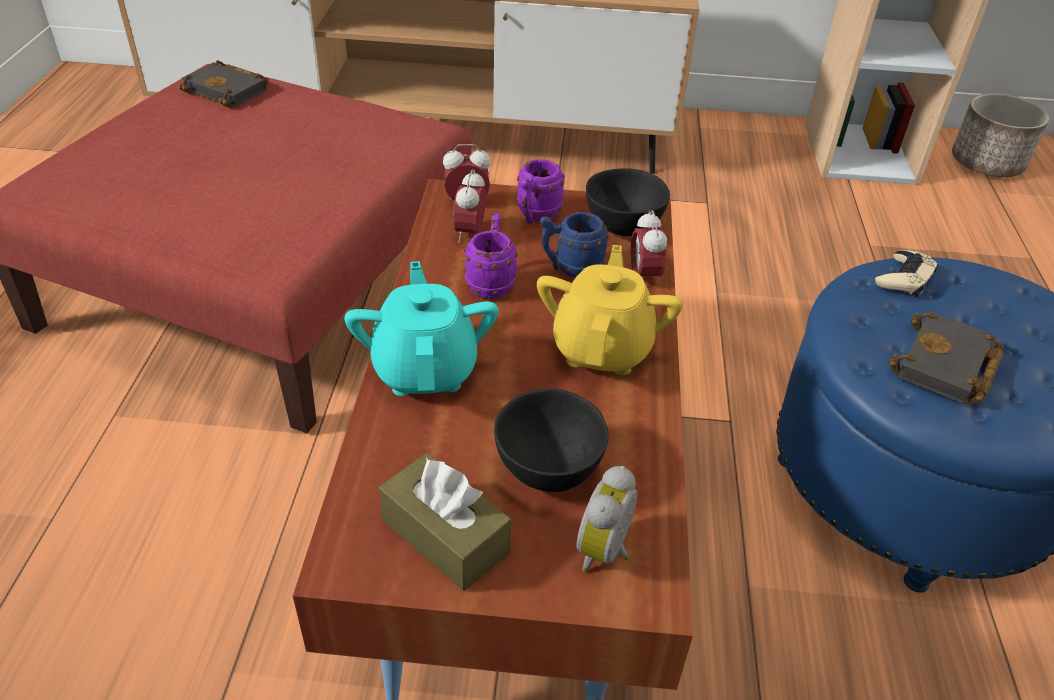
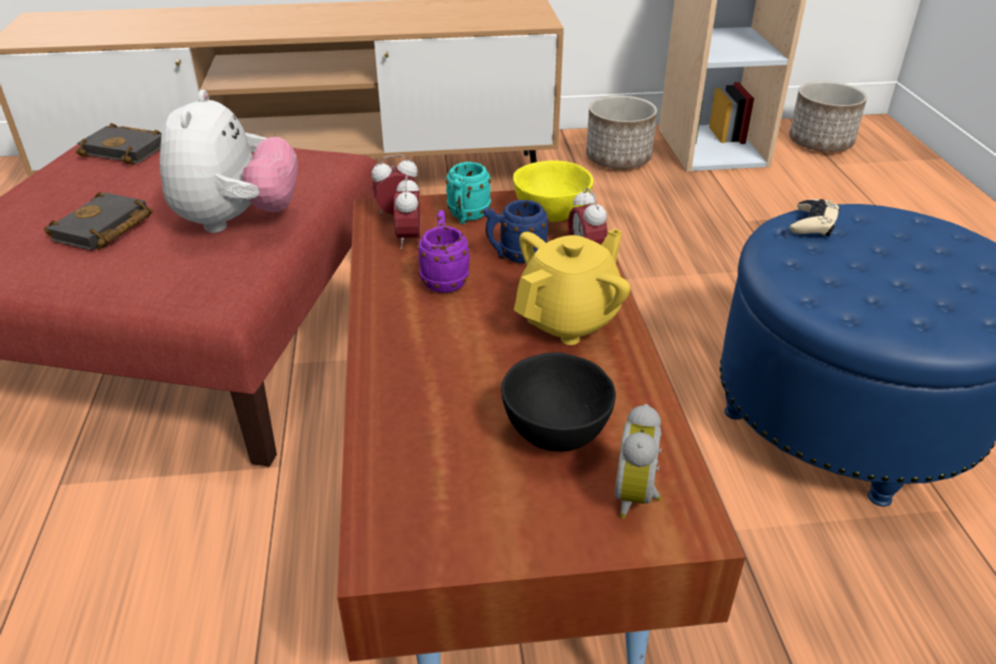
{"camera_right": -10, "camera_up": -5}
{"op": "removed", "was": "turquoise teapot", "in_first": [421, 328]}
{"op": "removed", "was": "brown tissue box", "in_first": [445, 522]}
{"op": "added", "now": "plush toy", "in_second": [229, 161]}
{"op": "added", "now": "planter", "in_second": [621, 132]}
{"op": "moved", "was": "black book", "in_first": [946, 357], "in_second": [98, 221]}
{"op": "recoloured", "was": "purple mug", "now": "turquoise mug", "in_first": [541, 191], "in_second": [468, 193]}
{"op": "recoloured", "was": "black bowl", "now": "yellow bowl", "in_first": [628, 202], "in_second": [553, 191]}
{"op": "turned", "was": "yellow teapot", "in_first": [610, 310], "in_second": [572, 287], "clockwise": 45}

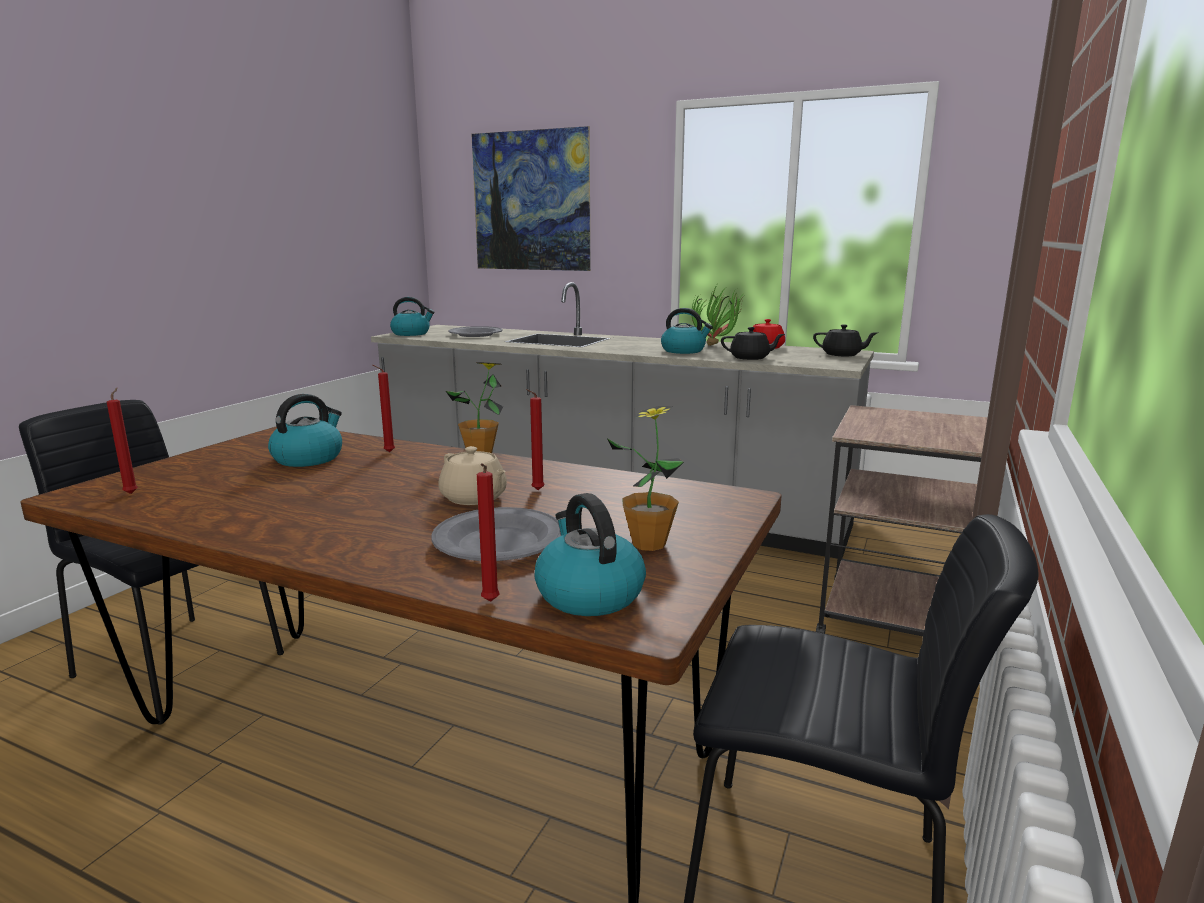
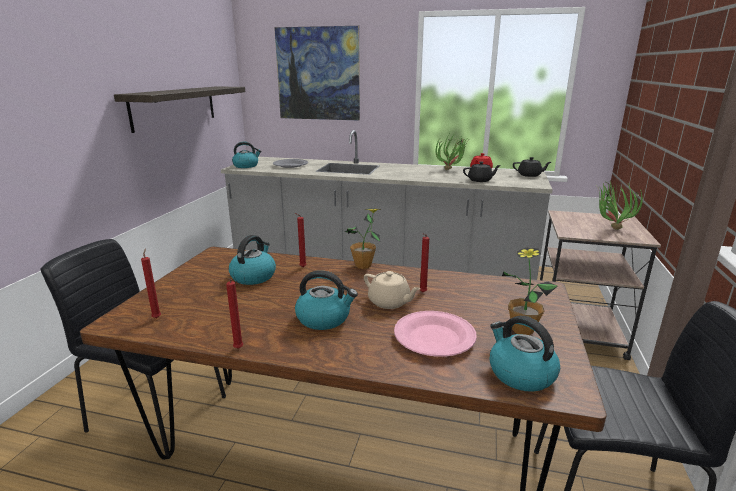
{"camera_right": -10, "camera_up": 5}
{"op": "added", "now": "shelf", "in_second": [179, 109]}
{"op": "added", "now": "potted plant", "in_second": [620, 205]}
{"op": "moved", "was": "red candle", "in_first": [488, 532], "in_second": [234, 314]}
{"op": "moved", "was": "kettle", "in_first": [687, 331], "in_second": [326, 300]}
{"op": "recoloured", "was": "grey plate", "now": "pink plate", "in_first": [496, 534], "in_second": [435, 334]}

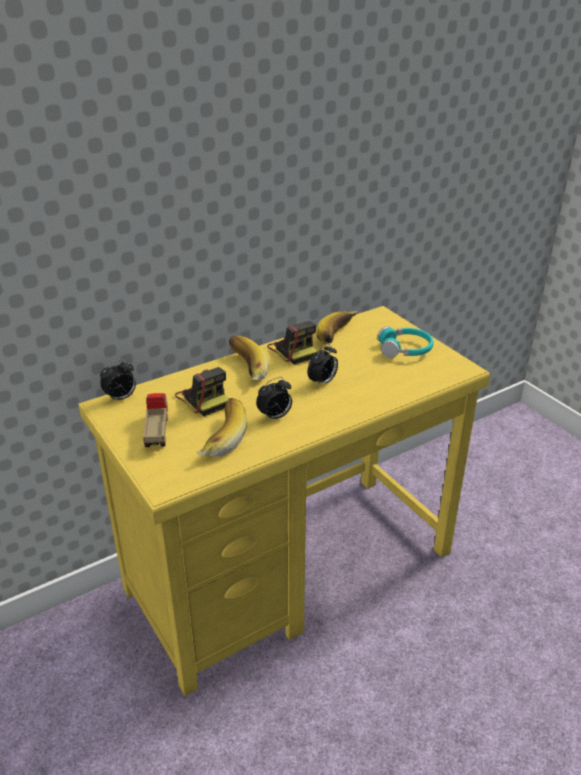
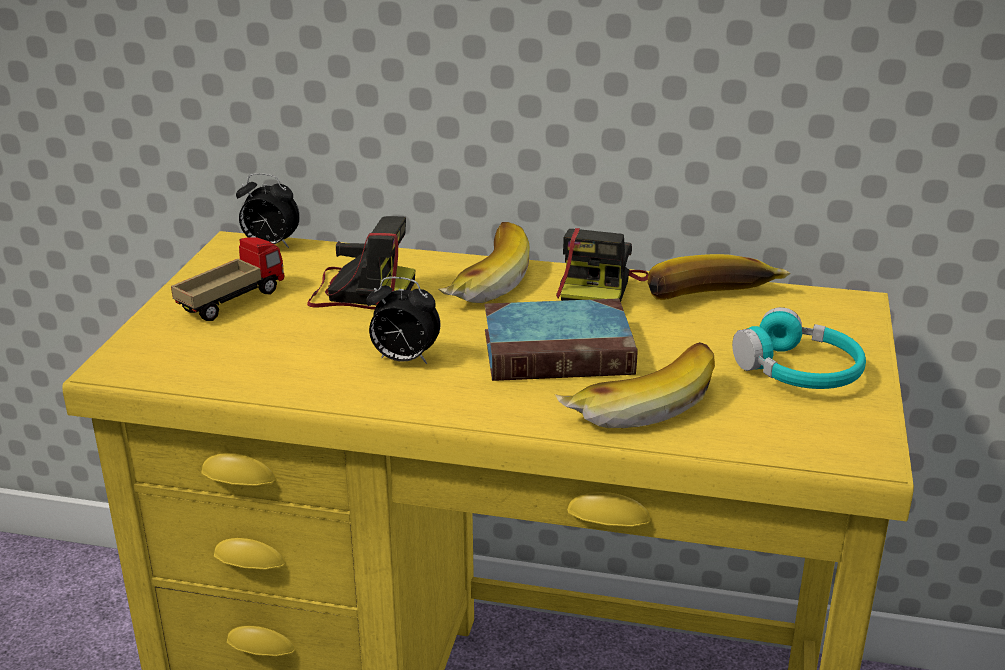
{"camera_right": 45, "camera_up": -5}
{"op": "moved", "was": "banana", "in_first": [221, 427], "in_second": [635, 385]}
{"op": "replaced", "was": "alarm clock", "now": "book", "in_first": [322, 365], "in_second": [561, 340]}
{"op": "turned", "was": "photo camera", "in_first": [201, 391], "in_second": [361, 263], "clockwise": -90}

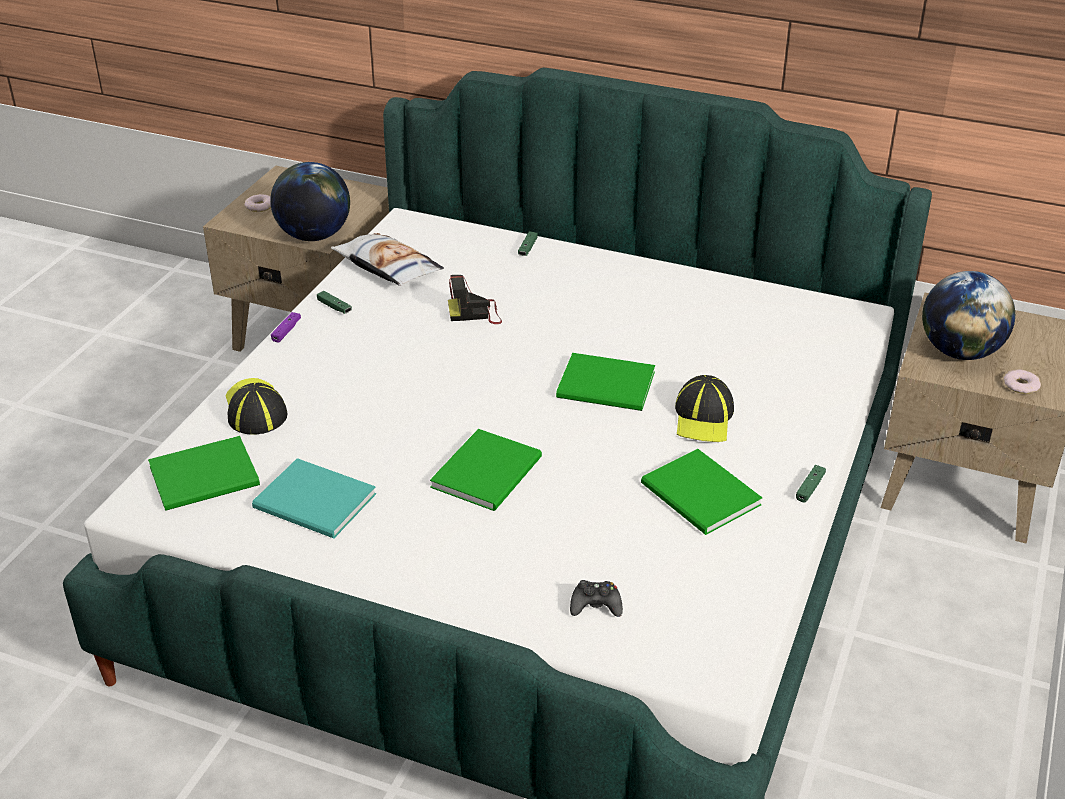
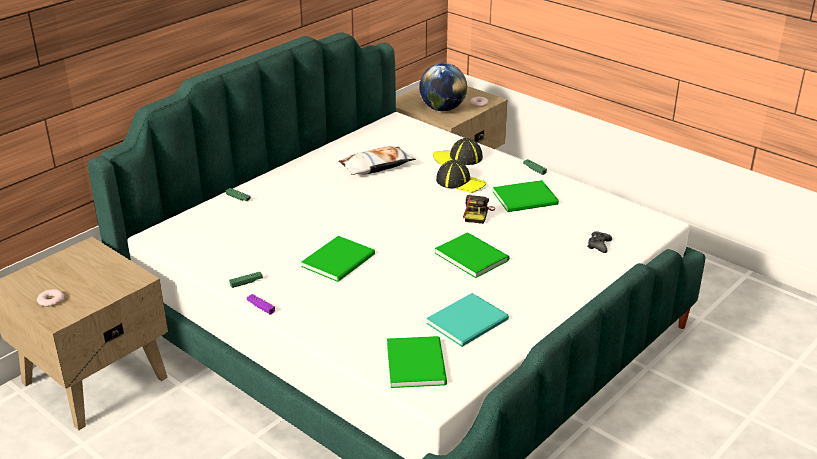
{"camera_right": -70, "camera_up": -5}
{"op": "removed", "was": "globe", "in_first": [310, 201]}
{"op": "moved", "was": "cap", "in_first": [256, 406], "in_second": [458, 151]}
{"op": "moved", "was": "pillow", "in_first": [387, 259], "in_second": [377, 160]}
{"op": "moved", "was": "photo camera", "in_first": [475, 299], "in_second": [479, 209]}
{"op": "moved", "was": "green book", "in_first": [605, 382], "in_second": [338, 259]}

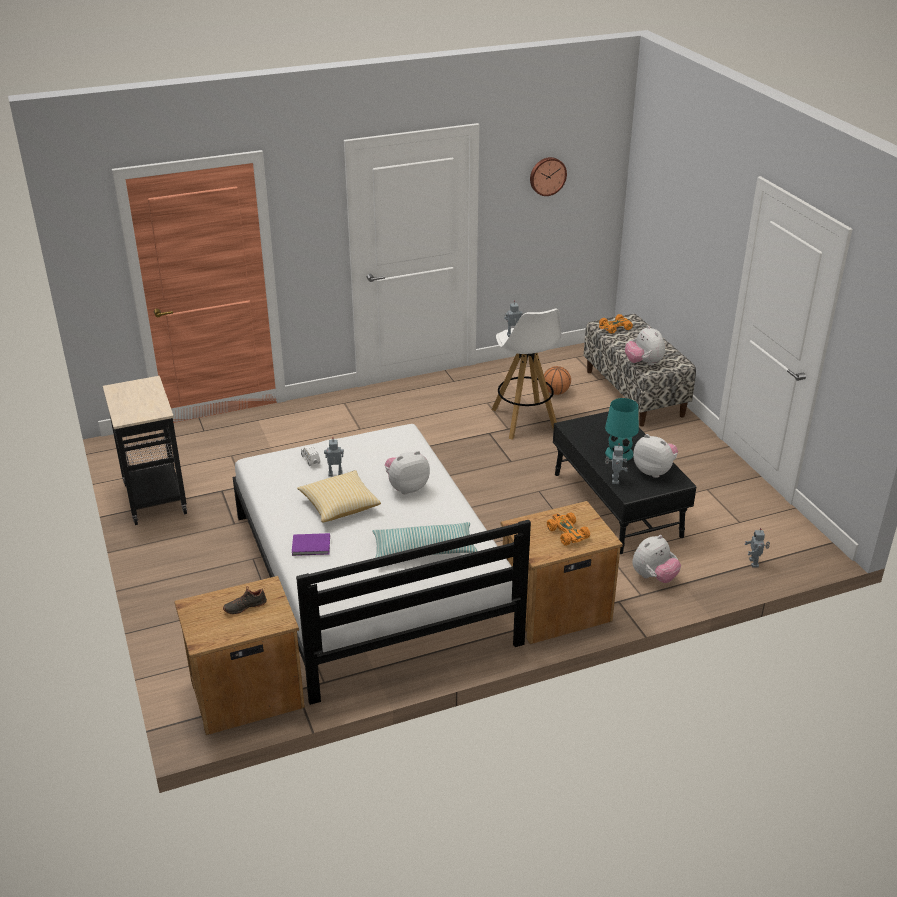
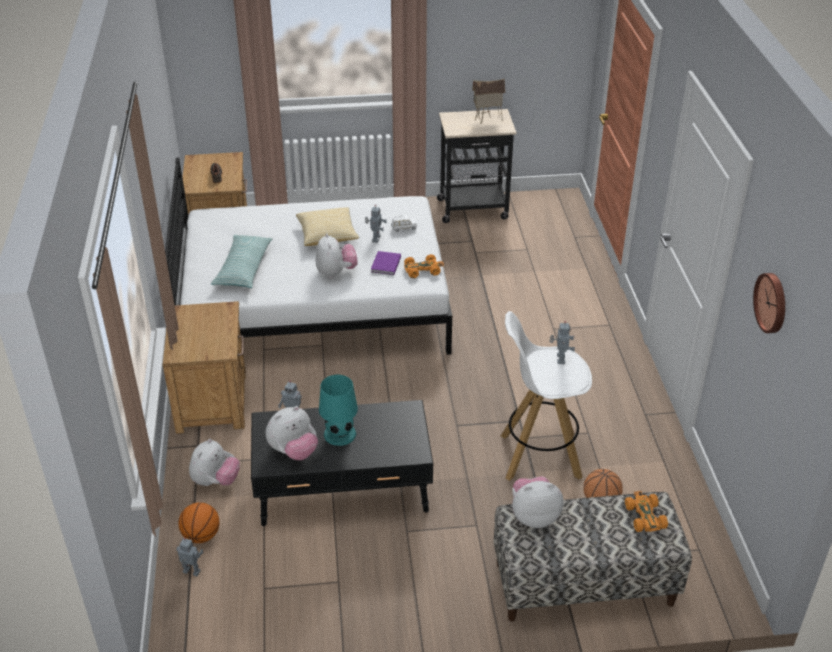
{"camera_right": 105, "camera_up": 5}
{"op": "added", "now": "basketball", "in_second": [199, 522]}
{"op": "added", "now": "toy house", "in_second": [488, 101]}
{"op": "moved", "was": "purple book", "in_first": [311, 544], "in_second": [386, 263]}
{"op": "moved", "was": "orange toy car", "in_first": [568, 529], "in_second": [424, 266]}
{"op": "turned", "was": "plush toy", "in_first": [656, 559], "in_second": [214, 462], "clockwise": -135}

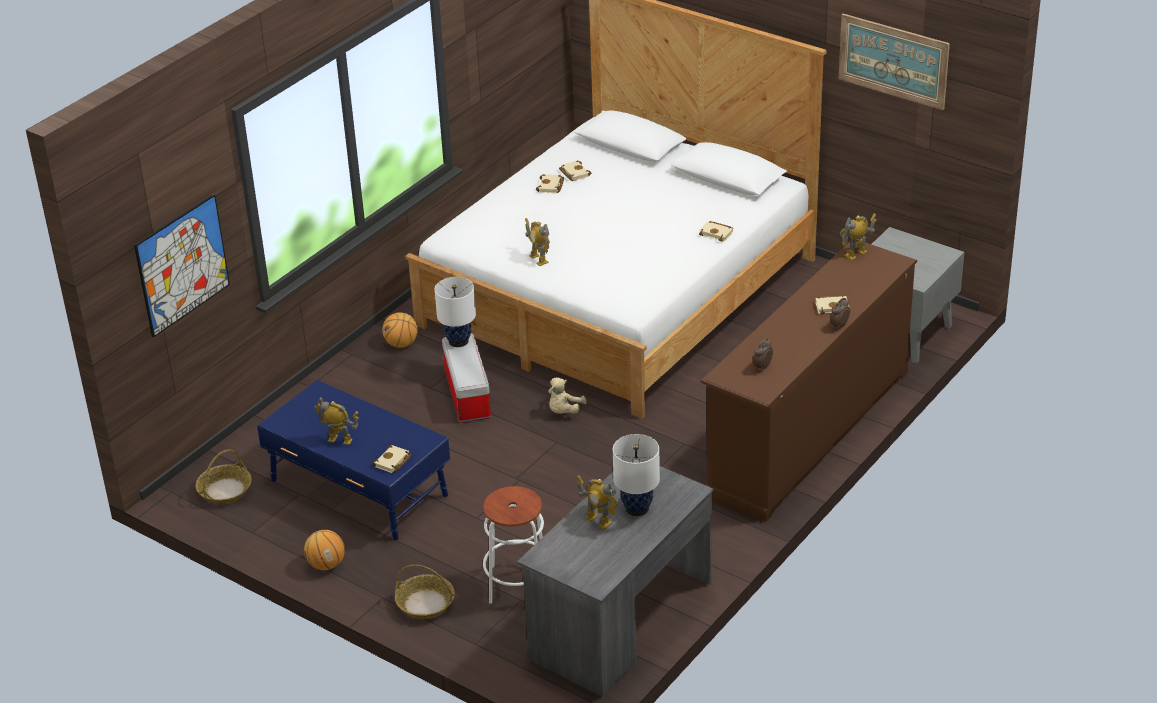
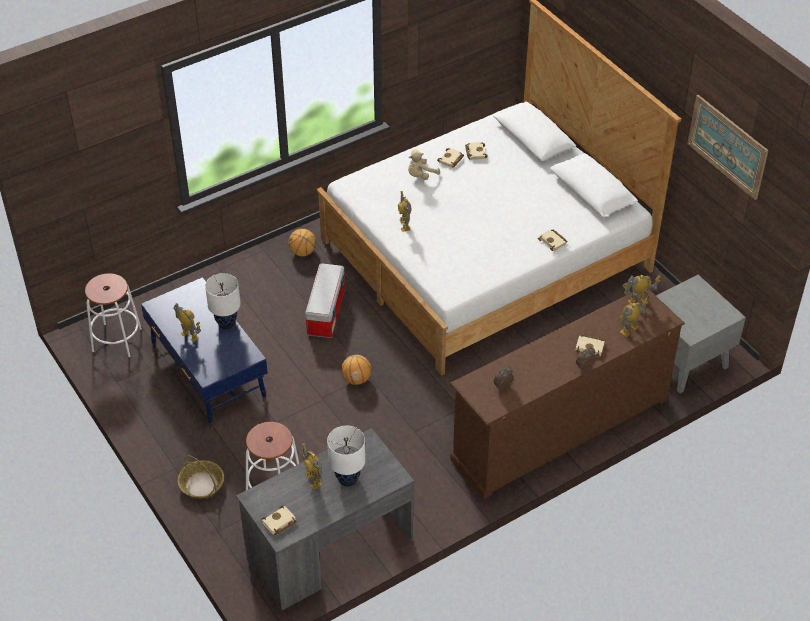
{"camera_right": 20, "camera_up": 10}
{"op": "removed", "was": "picture", "in_first": [182, 266]}
{"op": "added", "now": "toy robot", "in_second": [633, 317]}
{"op": "moved", "was": "basketball", "in_first": [324, 550], "in_second": [356, 370]}
{"op": "moved", "was": "beige book", "in_first": [392, 459], "in_second": [279, 520]}
{"op": "moved", "was": "white table lamp", "in_first": [455, 312], "in_second": [223, 301]}
{"op": "moved", "was": "beige plush toy", "in_first": [567, 395], "in_second": [424, 164]}
{"op": "replaced", "was": "basket", "now": "white stool", "in_first": [224, 477], "in_second": [113, 315]}

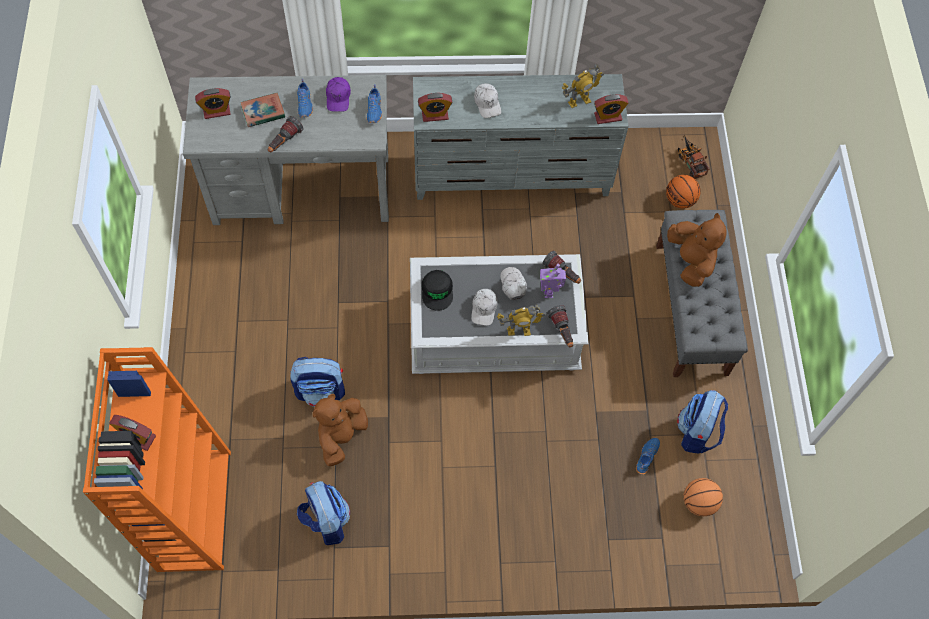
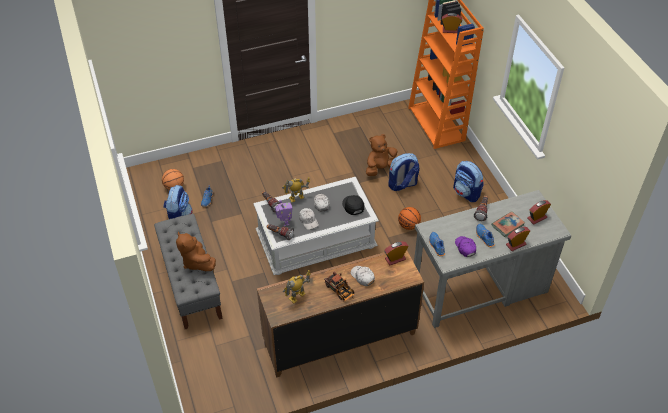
{"camera_right": 165, "camera_up": -15}
{"op": "moved", "was": "backpack", "in_first": [323, 513], "in_second": [468, 181]}
{"op": "moved", "was": "alarm clock", "in_first": [611, 109], "in_second": [518, 239]}
{"op": "moved", "was": "basketball", "in_first": [683, 192], "in_second": [409, 218]}
{"op": "moved", "was": "toy truck", "in_first": [693, 157], "in_second": [339, 286]}
{"op": "recoloured", "was": "grey dresser", "now": "brown dresser", "in_first": [521, 137], "in_second": [340, 314]}
{"op": "turned", "was": "brown plush toy", "in_first": [340, 430], "in_second": [381, 155], "clockwise": -135}

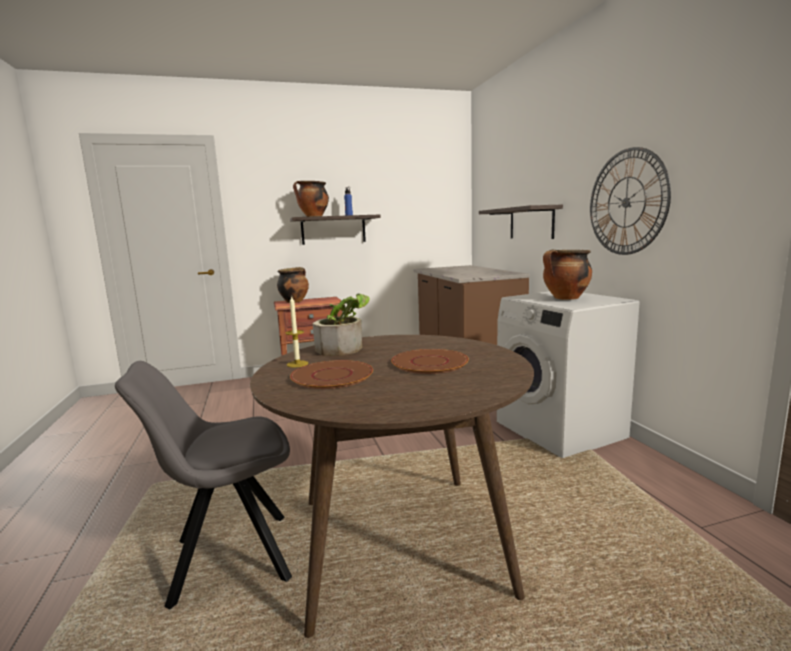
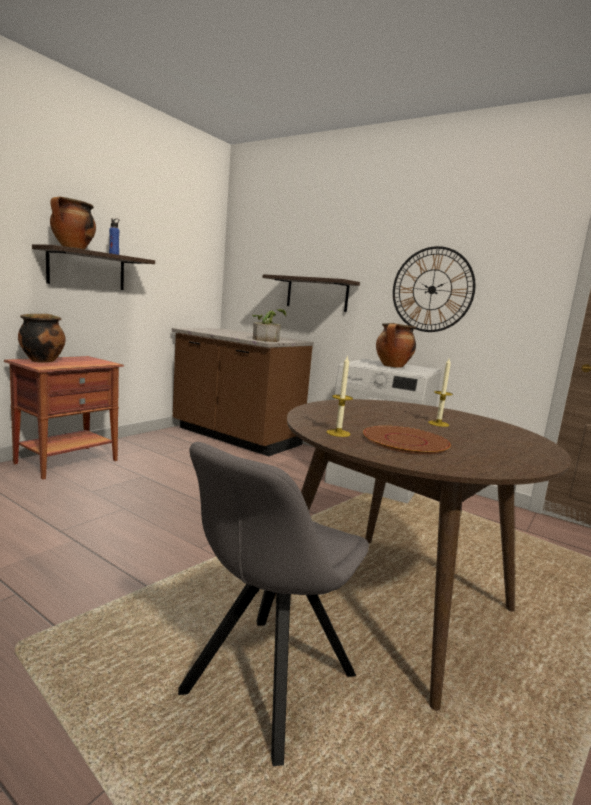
{"camera_right": -40, "camera_up": 0}
{"op": "moved", "was": "potted plant", "in_first": [341, 325], "in_second": [269, 325]}
{"op": "replaced", "was": "brown plate", "now": "candle", "in_first": [430, 361], "in_second": [440, 392]}

